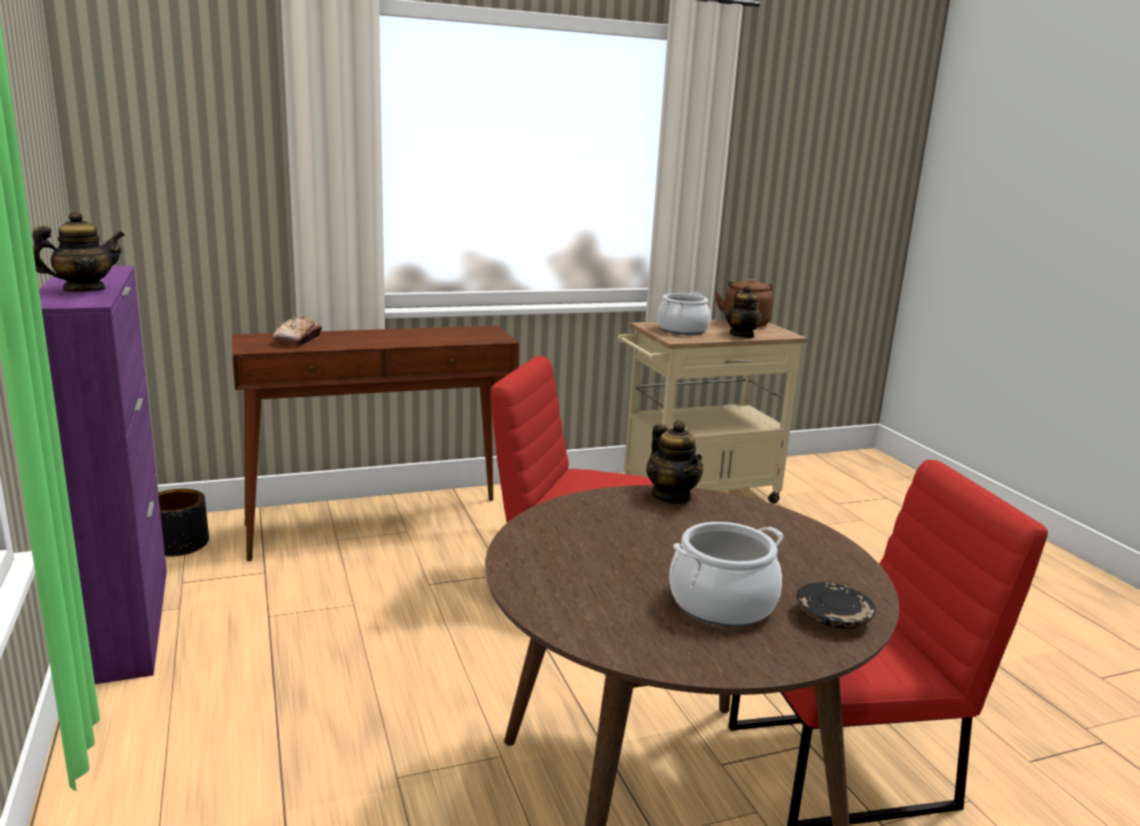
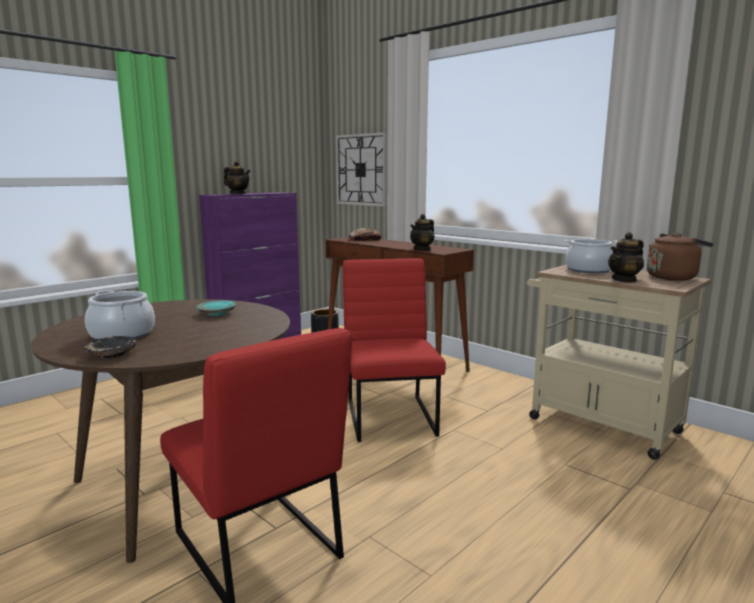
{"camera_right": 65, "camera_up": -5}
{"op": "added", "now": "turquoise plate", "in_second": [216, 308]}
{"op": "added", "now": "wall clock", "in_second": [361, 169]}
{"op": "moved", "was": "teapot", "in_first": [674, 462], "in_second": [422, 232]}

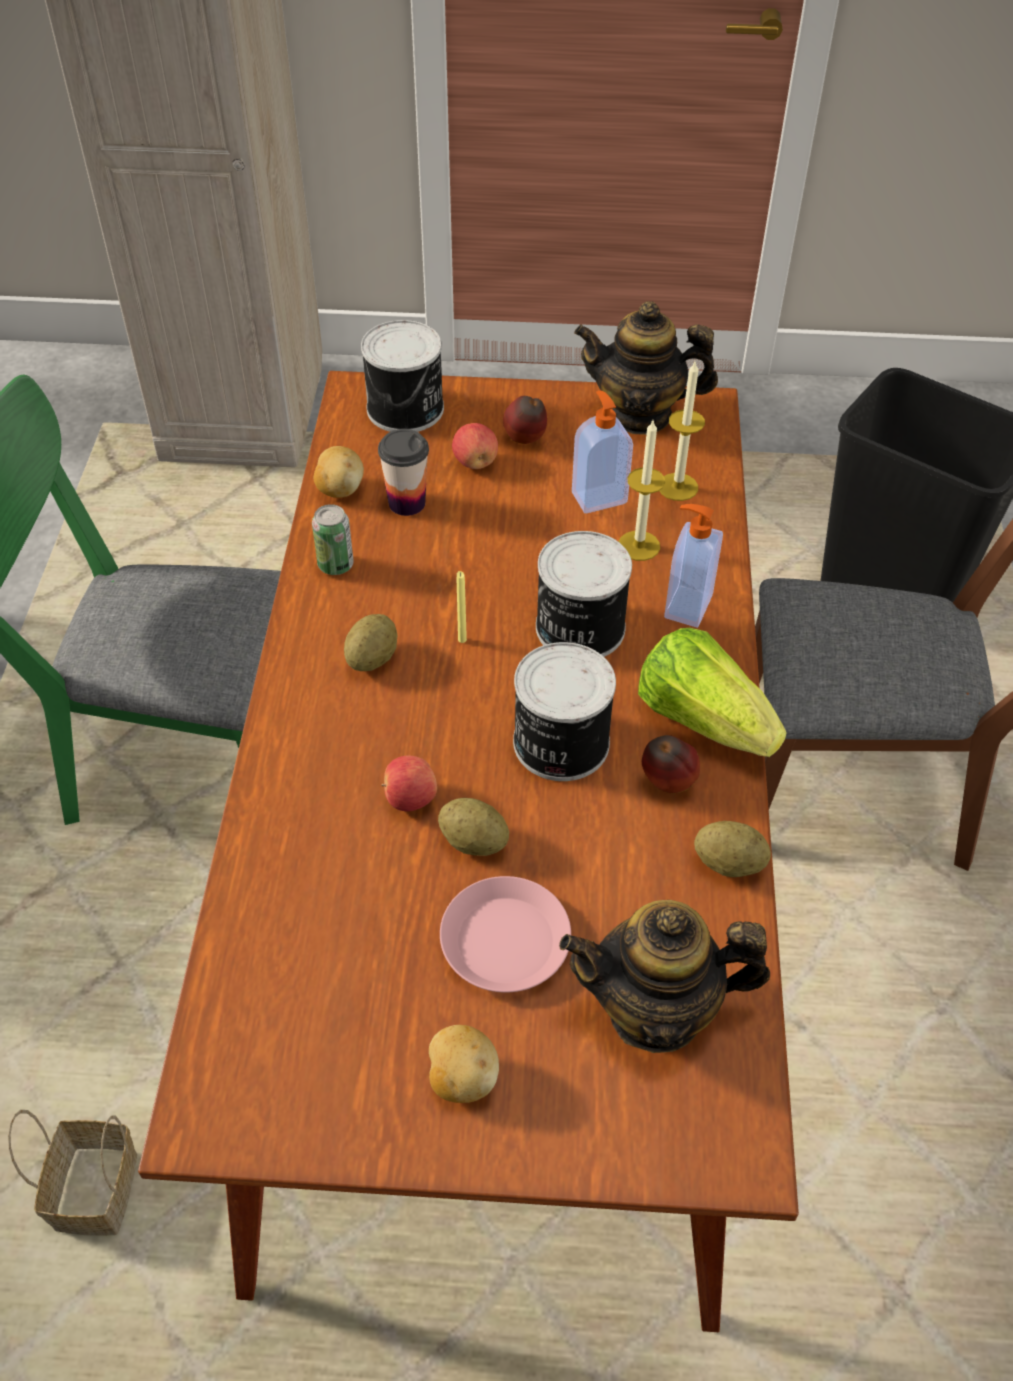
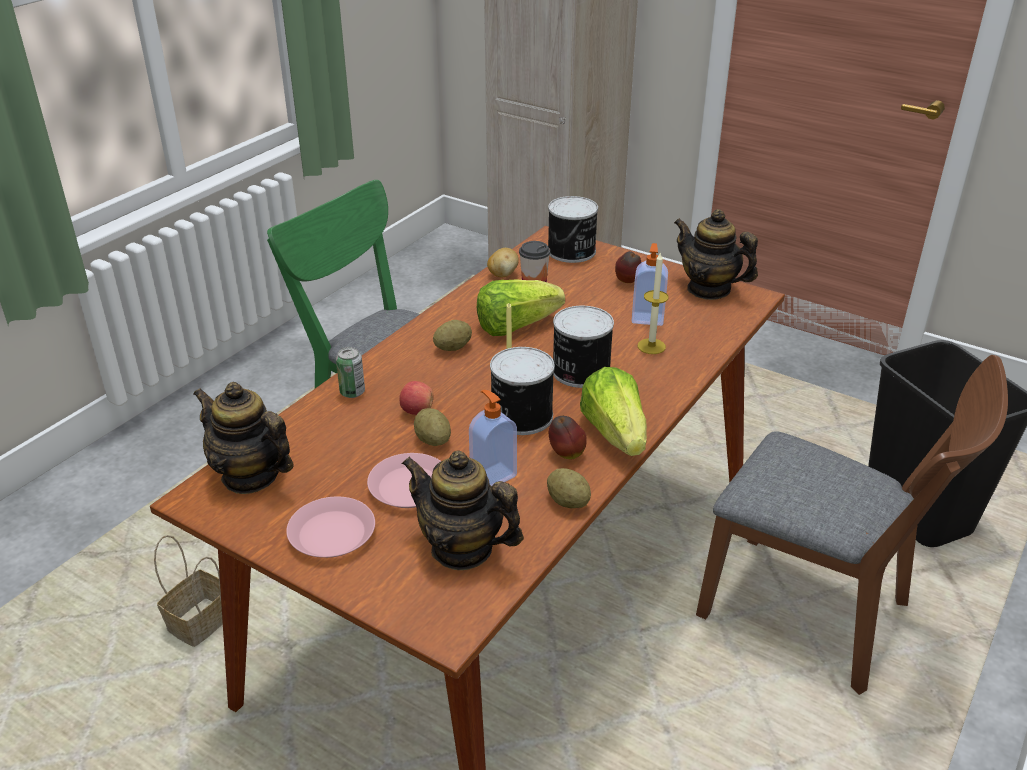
{"camera_right": 30, "camera_up": -15}
{"op": "removed", "was": "apple", "in_first": [475, 446]}
{"op": "removed", "was": "candle", "in_first": [682, 431]}
{"op": "added", "now": "teapot", "in_second": [243, 438]}
{"op": "added", "now": "lettuce", "in_second": [521, 307]}
{"op": "moved", "was": "can", "in_first": [333, 539], "in_second": [350, 372]}
{"op": "moved", "was": "soap dispenser", "in_first": [693, 566], "in_second": [493, 438]}
{"op": "replaced", "was": "potato", "now": "pink plate", "in_first": [464, 1064], "in_second": [330, 527]}

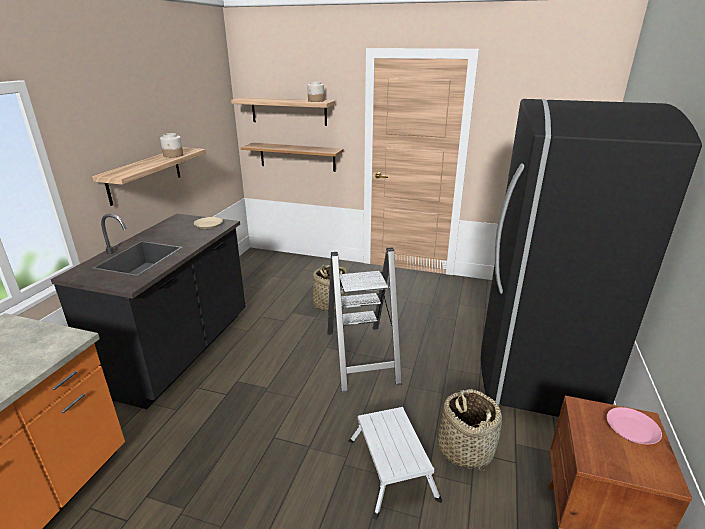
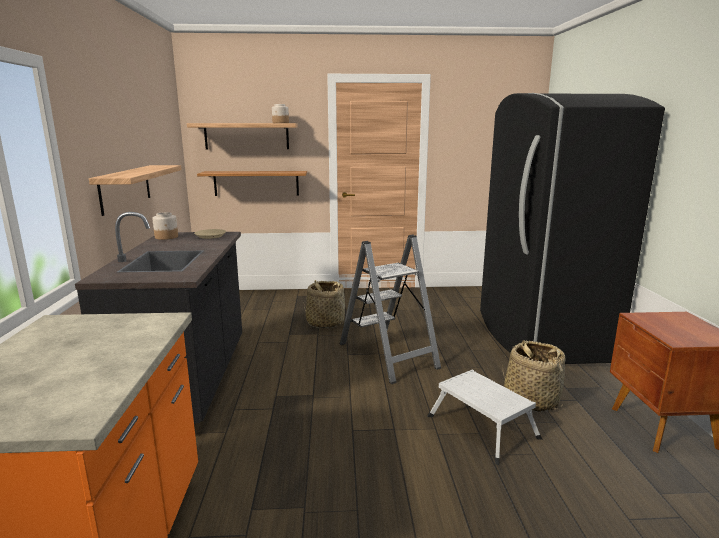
{"camera_right": -20, "camera_up": -10}
{"op": "removed", "was": "pink plate", "in_first": [634, 425]}
{"op": "moved", "was": "jar", "in_first": [171, 145], "in_second": [165, 226]}

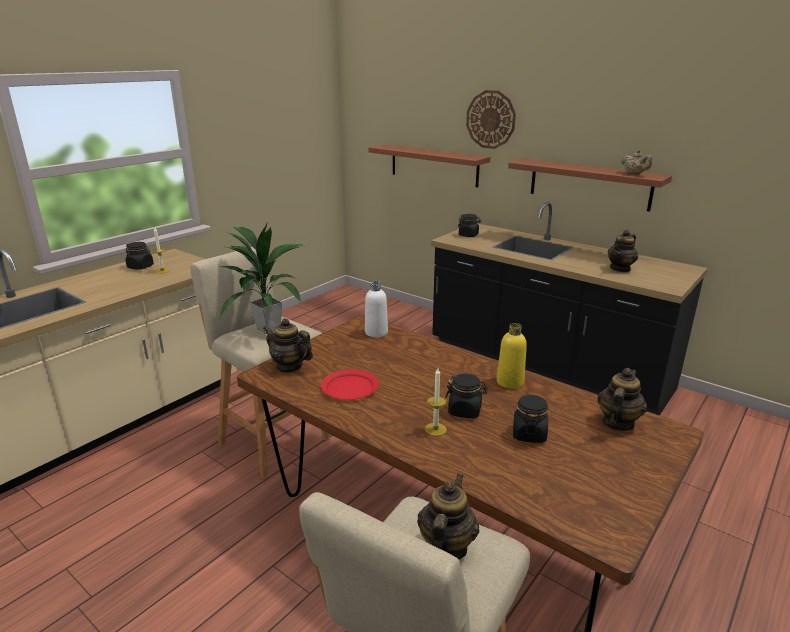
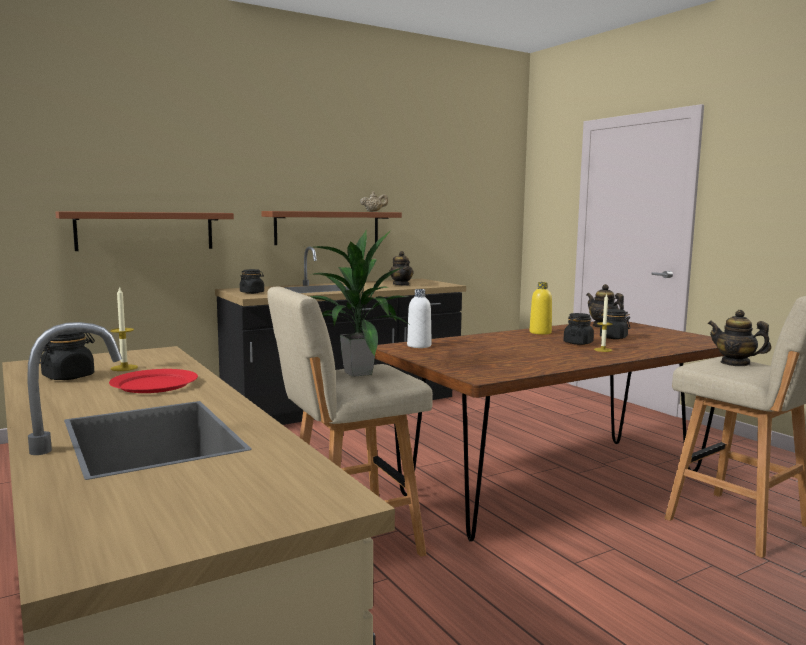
{"camera_right": -70, "camera_up": -15}
{"op": "removed", "was": "teapot", "in_first": [288, 345]}
{"op": "removed", "was": "wall clock", "in_first": [491, 119]}
{"op": "moved", "was": "red plate", "in_first": [350, 384], "in_second": [153, 381]}

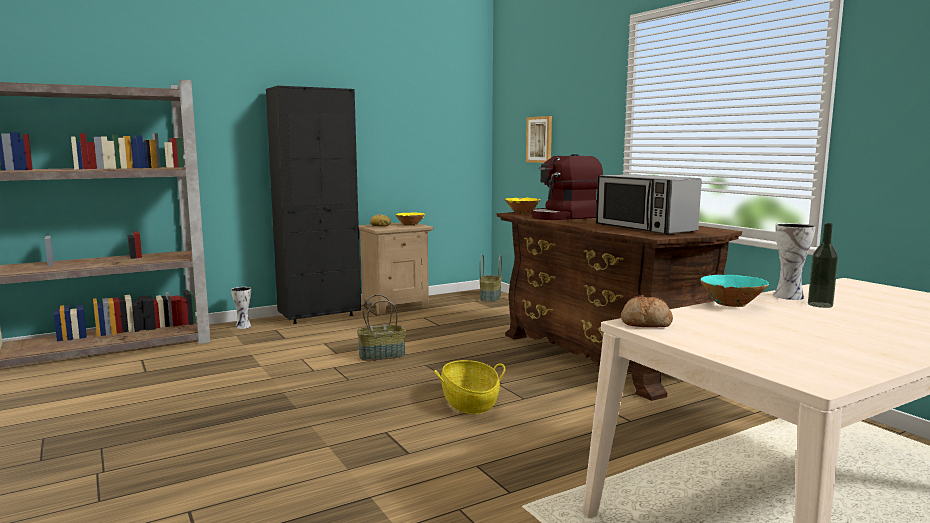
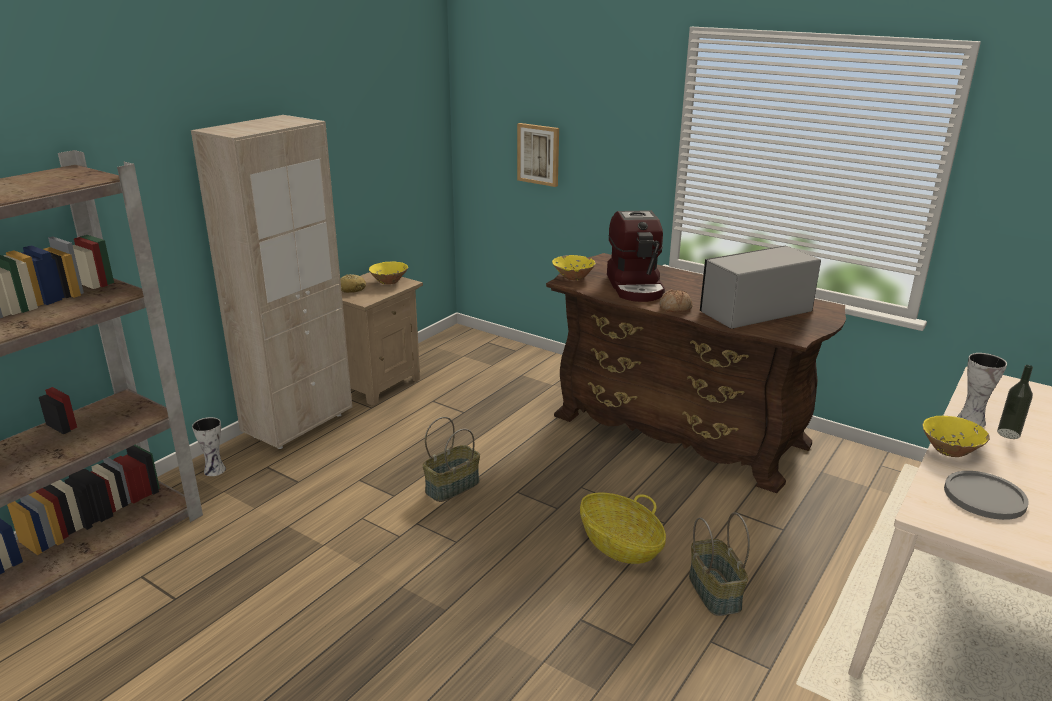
{"camera_right": -25, "camera_up": 15}
{"op": "added", "now": "grey plate", "in_second": [986, 495]}
{"op": "moved", "was": "basket", "in_first": [491, 278], "in_second": [719, 564]}
{"op": "moved", "was": "bread", "in_first": [647, 311], "in_second": [676, 300]}
{"op": "recoloured", "was": "black cabinet", "now": "beige cabinet", "in_first": [313, 205], "in_second": [271, 282]}
{"op": "recoloured", "was": "turquoise bowl", "now": "yellow bowl", "in_first": [734, 291], "in_second": [956, 436]}
{"op": "turned", "was": "coffee machine", "in_first": [567, 187], "in_second": [636, 256], "clockwise": -45}
{"op": "turned", "was": "microwave", "in_first": [649, 204], "in_second": [760, 287], "clockwise": 120}

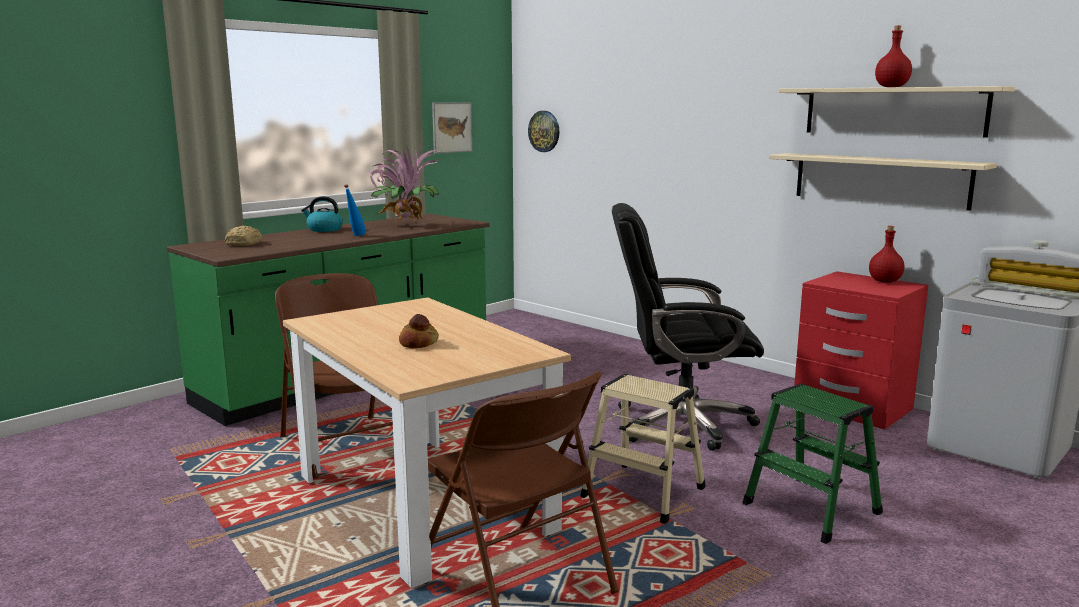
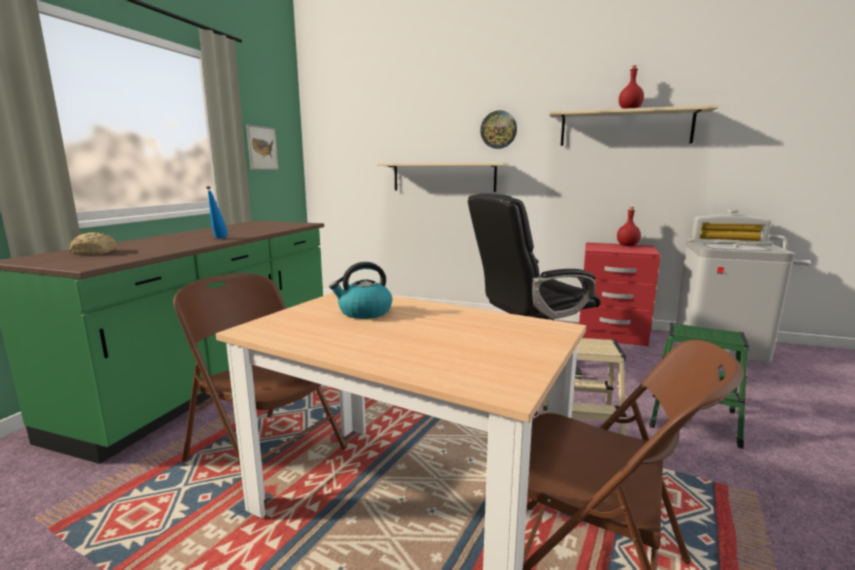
{"camera_right": -25, "camera_up": 0}
{"op": "removed", "was": "potted plant", "in_first": [405, 183]}
{"op": "removed", "was": "bread", "in_first": [419, 331]}
{"op": "moved", "was": "kettle", "in_first": [322, 214], "in_second": [360, 290]}
{"op": "moved", "was": "wall clock", "in_first": [543, 131], "in_second": [498, 129]}
{"op": "moved", "was": "beige shelf", "in_first": [883, 182], "in_second": [442, 177]}

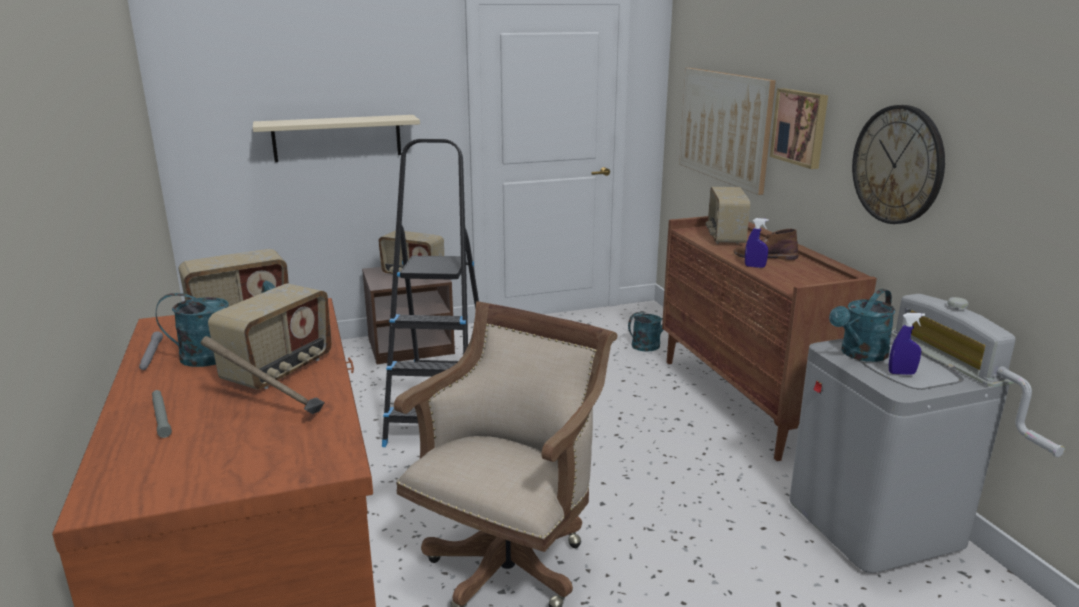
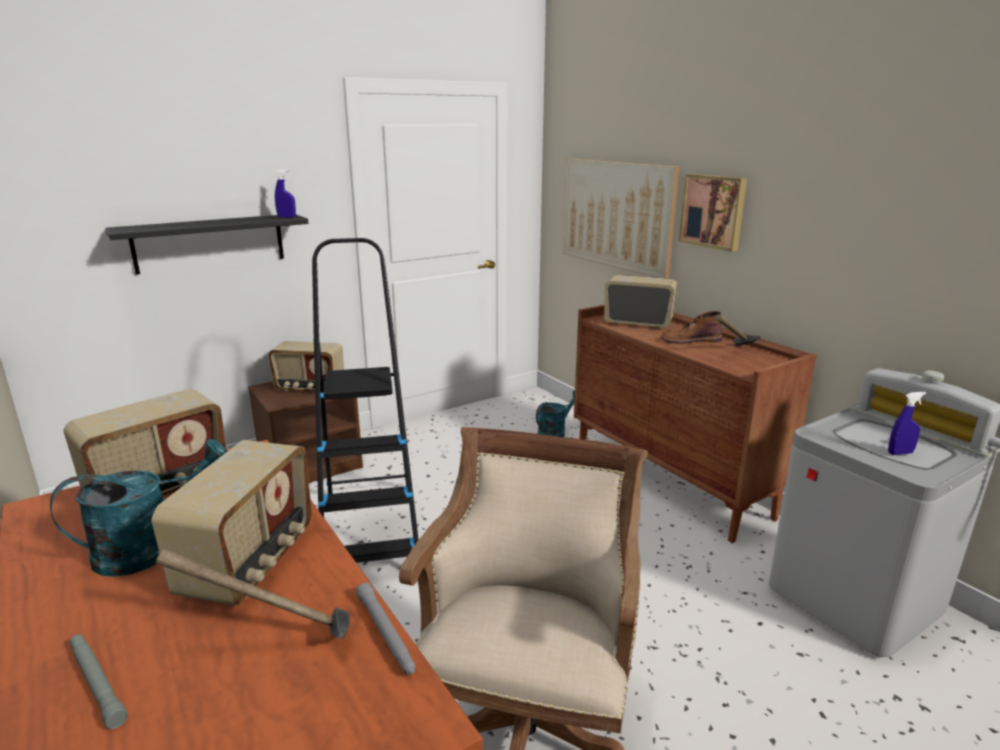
{"camera_right": -15, "camera_up": 0}
{"op": "removed", "was": "turquoise watering can", "in_first": [862, 325]}
{"op": "removed", "was": "wall clock", "in_first": [898, 164]}
{"op": "added", "now": "hammer", "in_second": [738, 330]}
{"op": "moved", "was": "grey flashlight", "in_first": [151, 350], "in_second": [385, 629]}
{"op": "moved", "was": "blue spray bottle", "in_first": [757, 243], "in_second": [285, 193]}
{"op": "recoloured", "was": "beige shelf", "now": "black shelf", "in_first": [336, 138], "in_second": [206, 244]}
{"op": "turned", "was": "radio", "in_first": [728, 215], "in_second": [640, 302], "clockwise": 120}

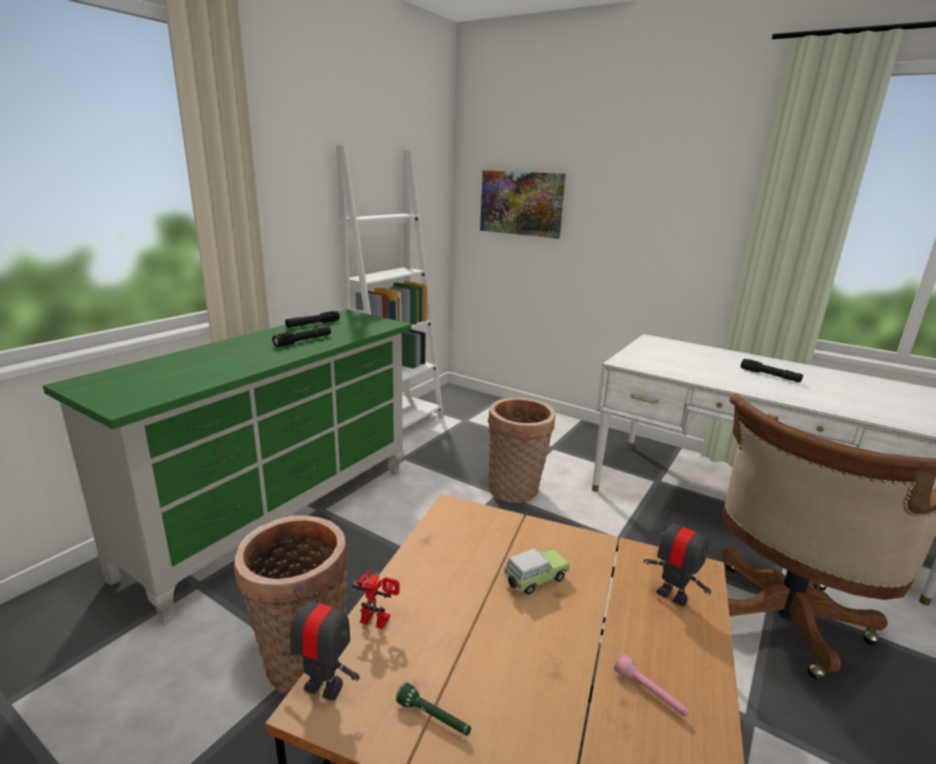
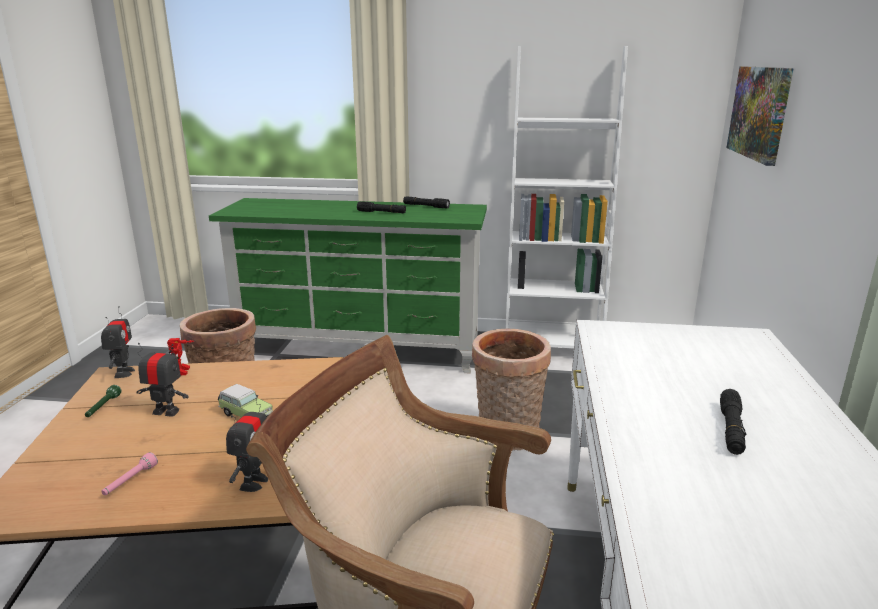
{"camera_right": 65, "camera_up": 0}
{"op": "added", "now": "toy robot", "in_second": [162, 380]}

